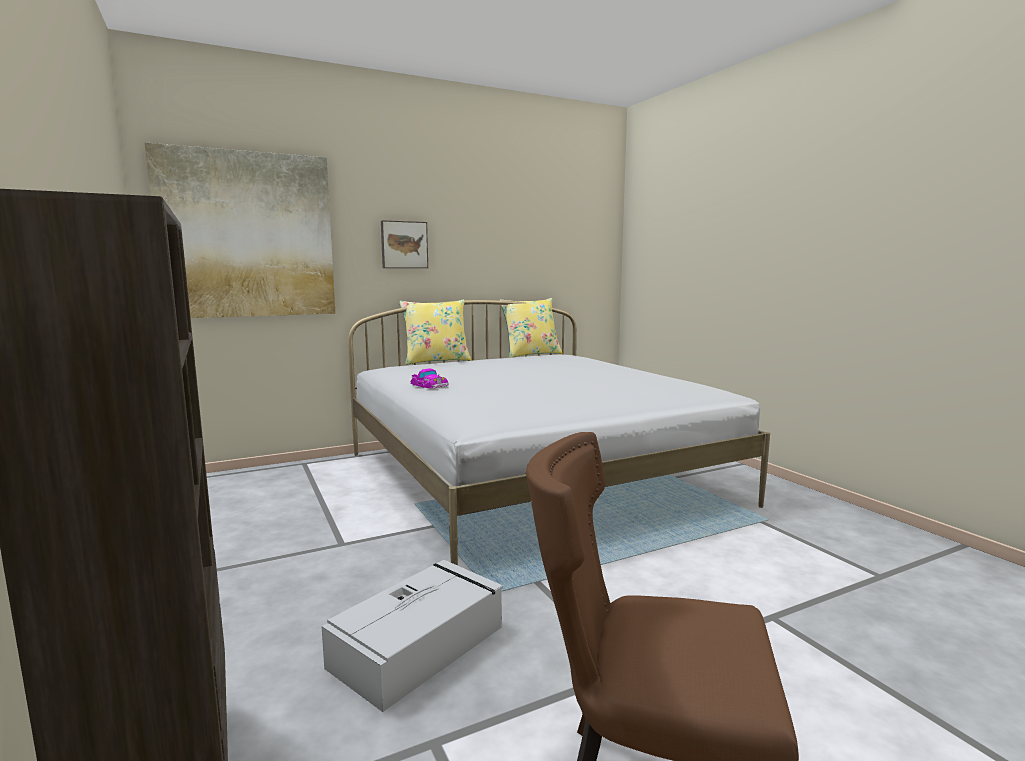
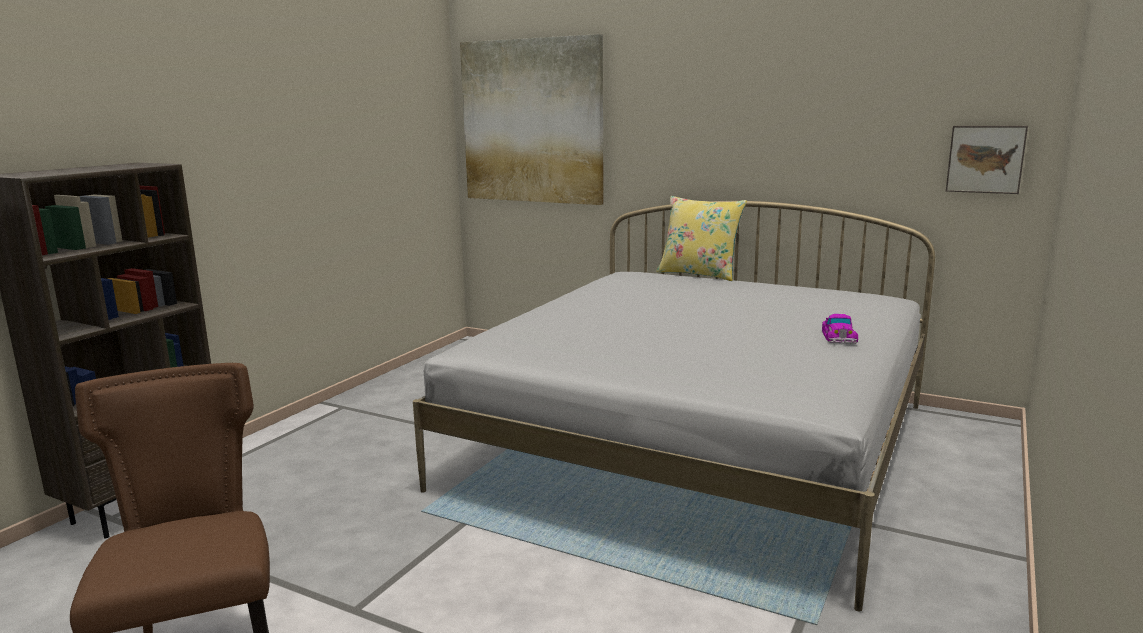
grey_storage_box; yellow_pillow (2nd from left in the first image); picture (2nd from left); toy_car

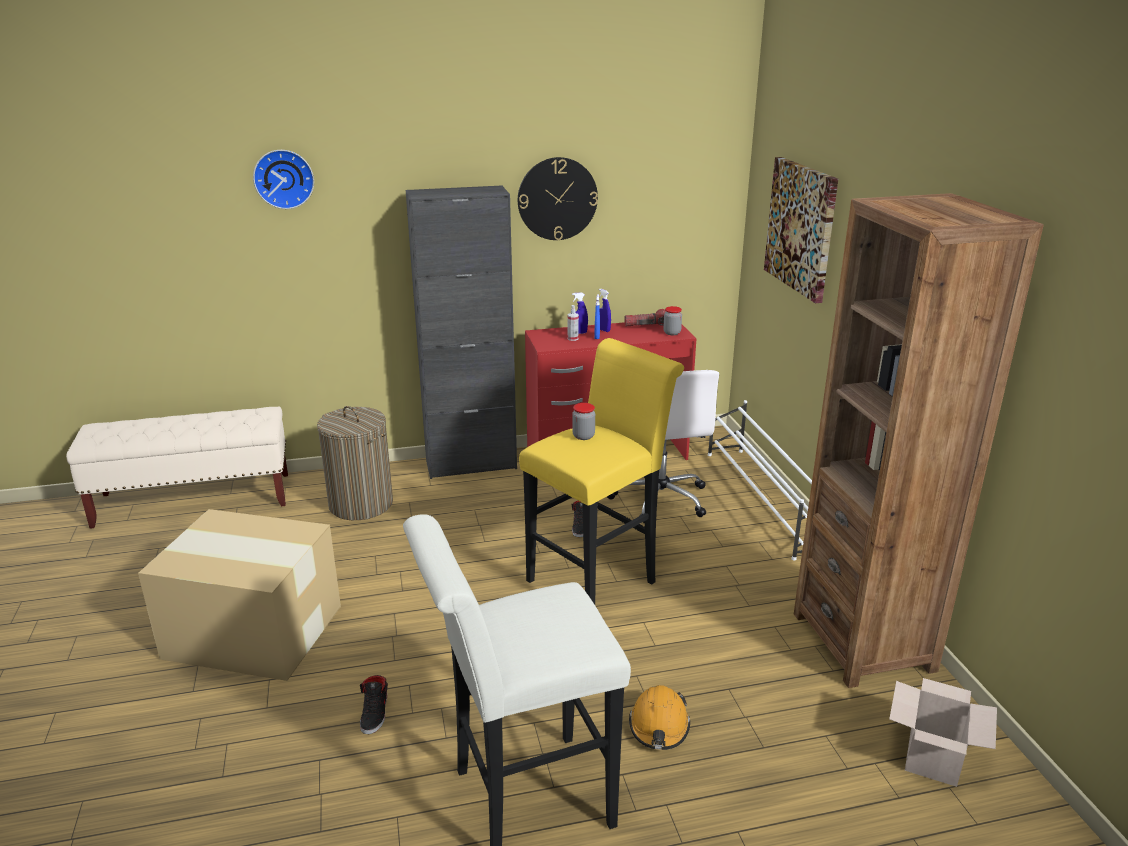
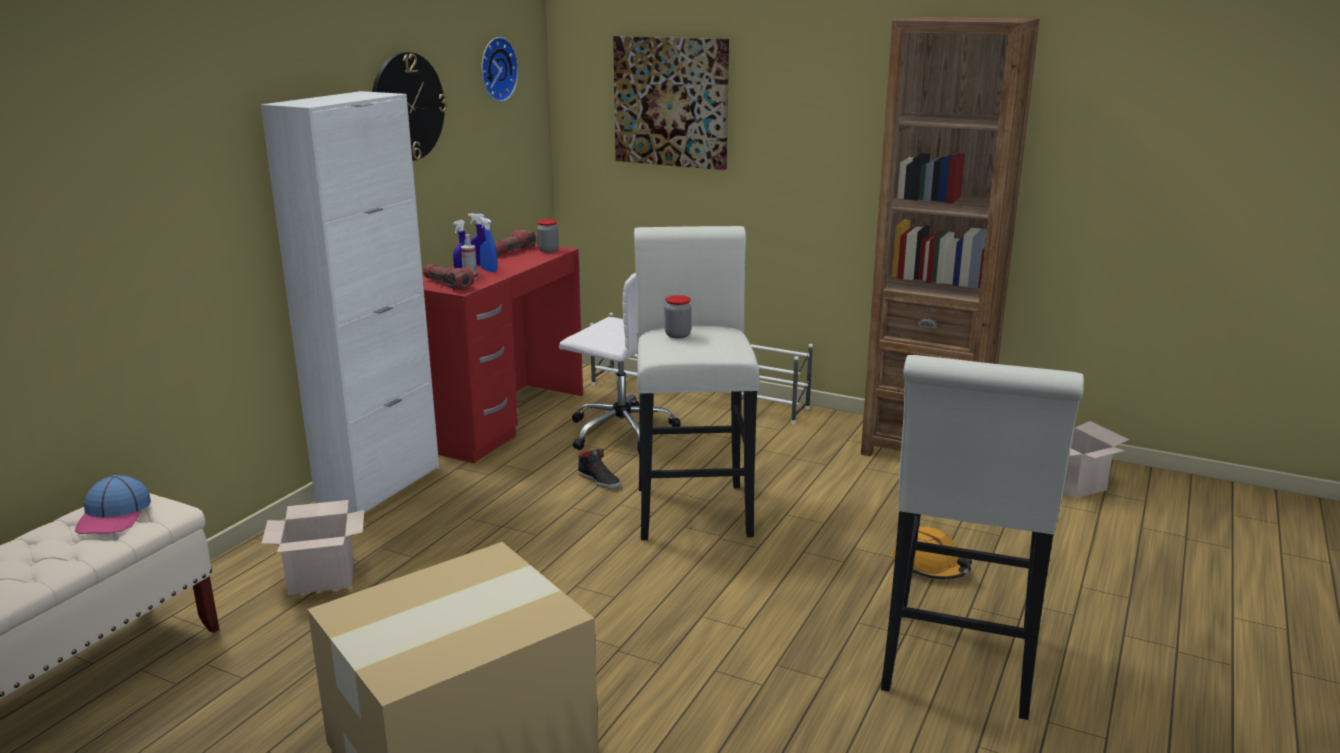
black_shoe (1st from left in the first image); cap; flashlight (1st from left); wall_clock (2nd from left); cardboard_box (1st from left); white_cabinet; white_stool (1st from left)

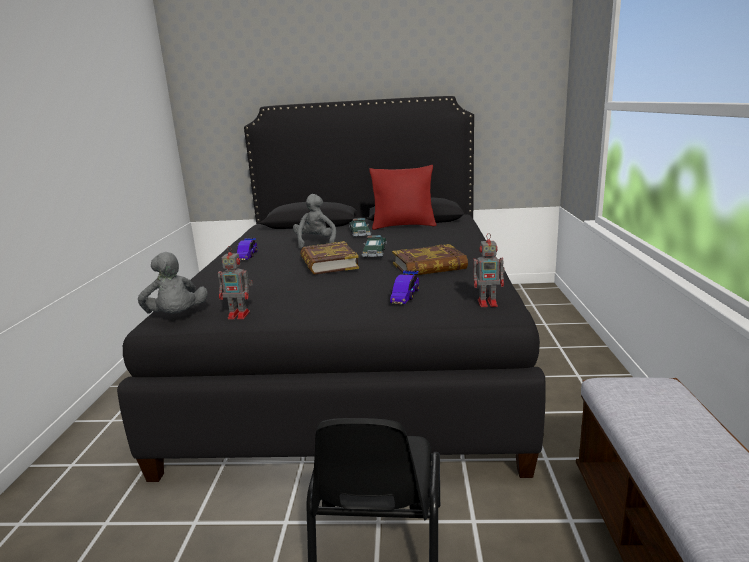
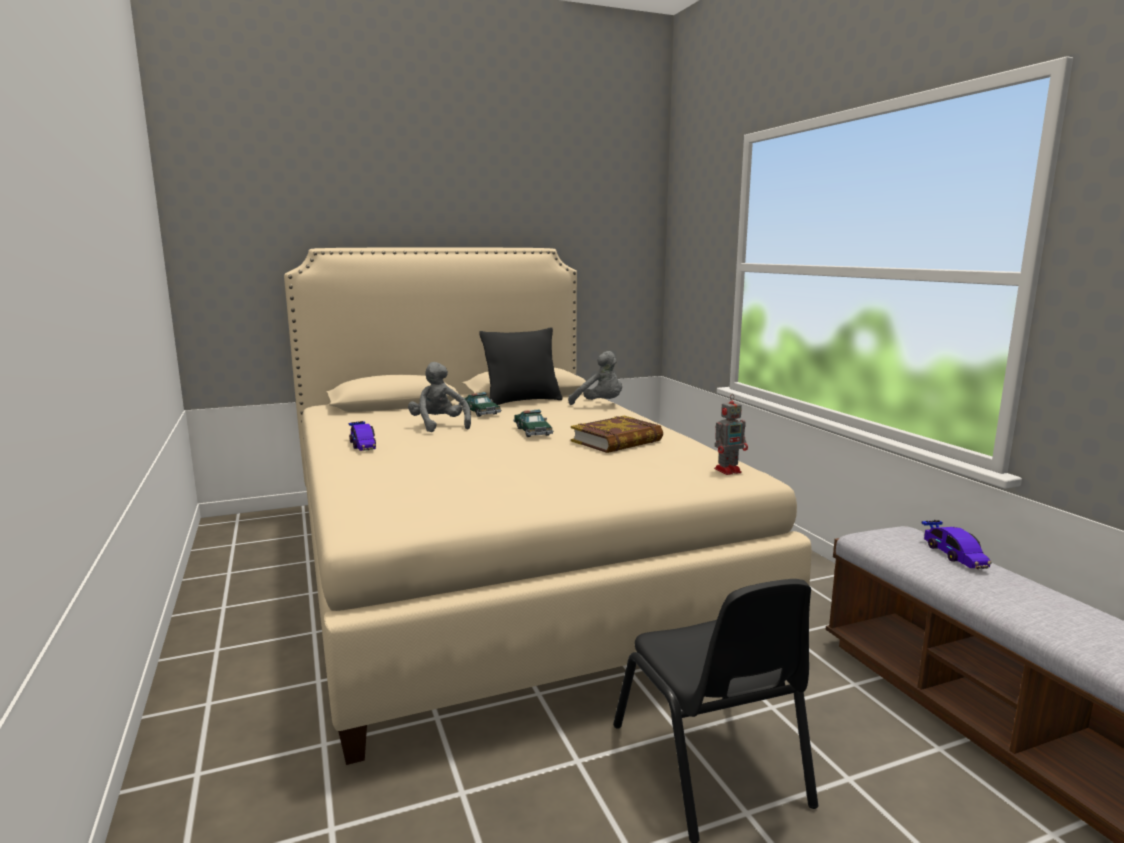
toy_robot (1st from left in the first image); book (1st from left in the first image); grey_plush_toy (2nd from left); toy_car (4th from left); beige_bed; black_pillow

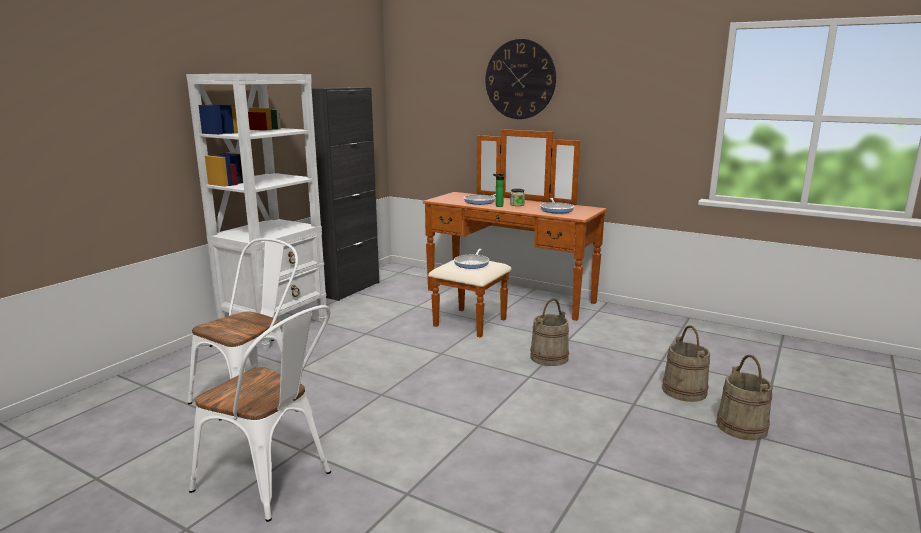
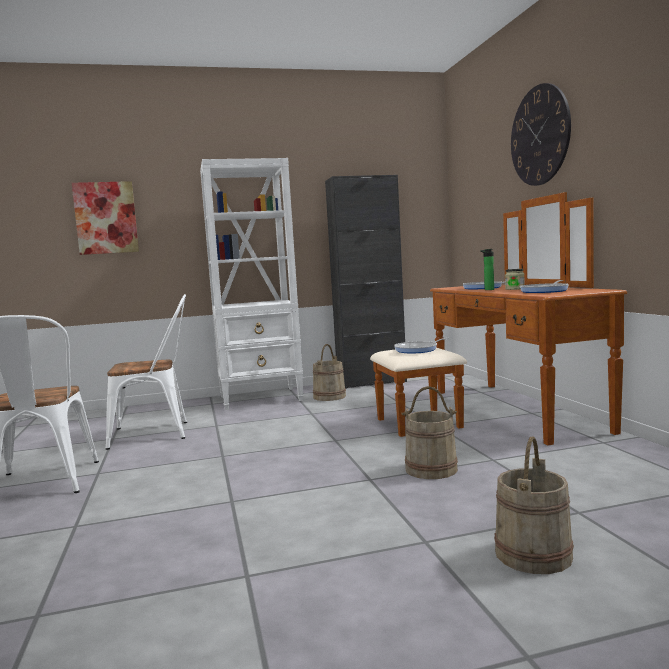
picture; beige_bucket (1st from left)

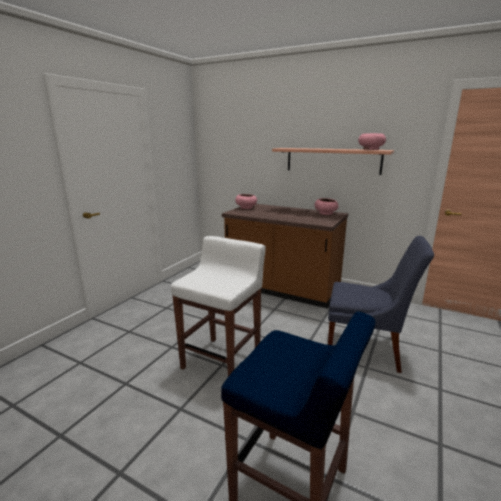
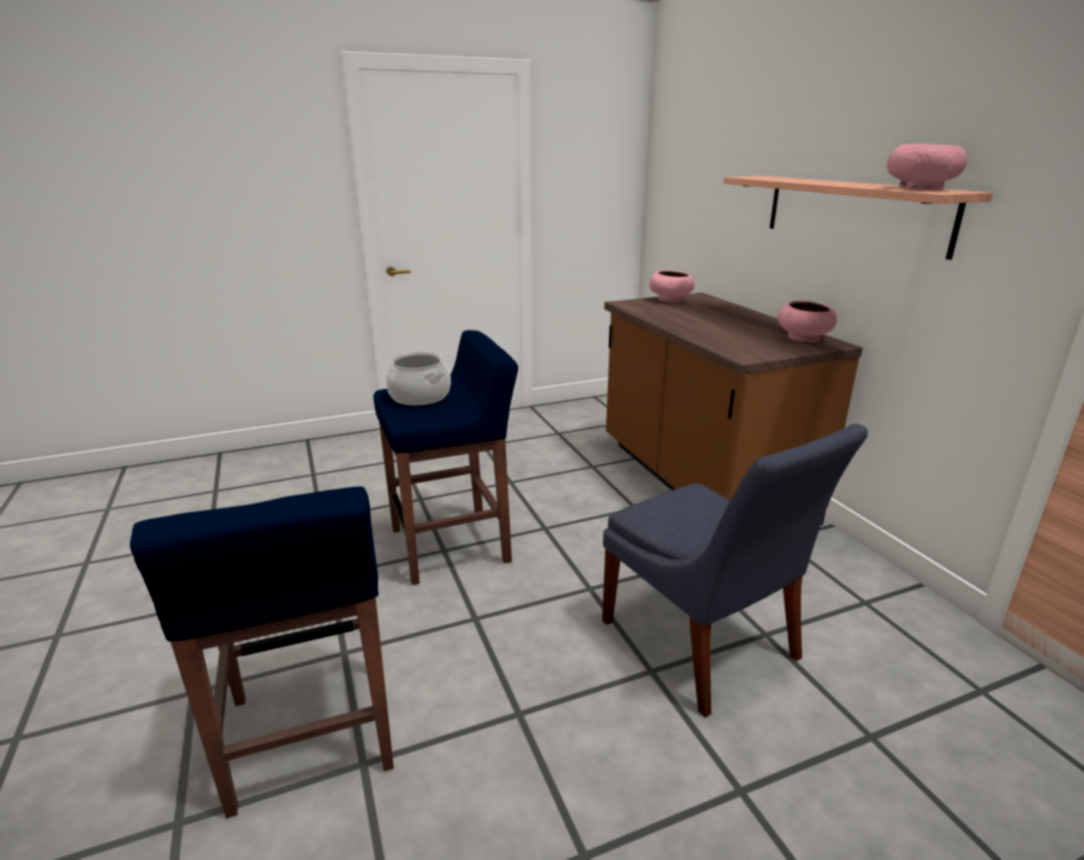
cooking_pot; blue_stool (2nd from left)

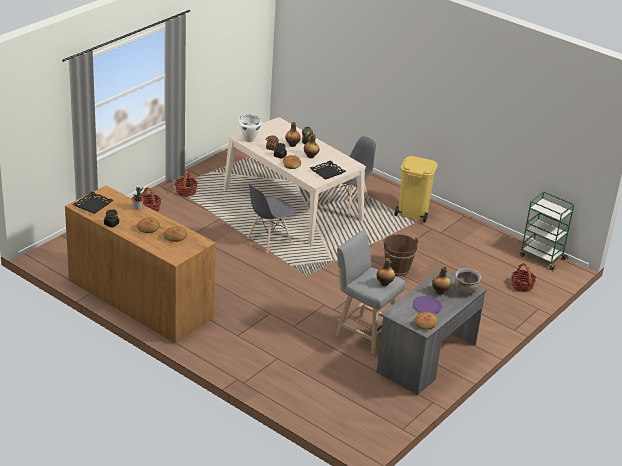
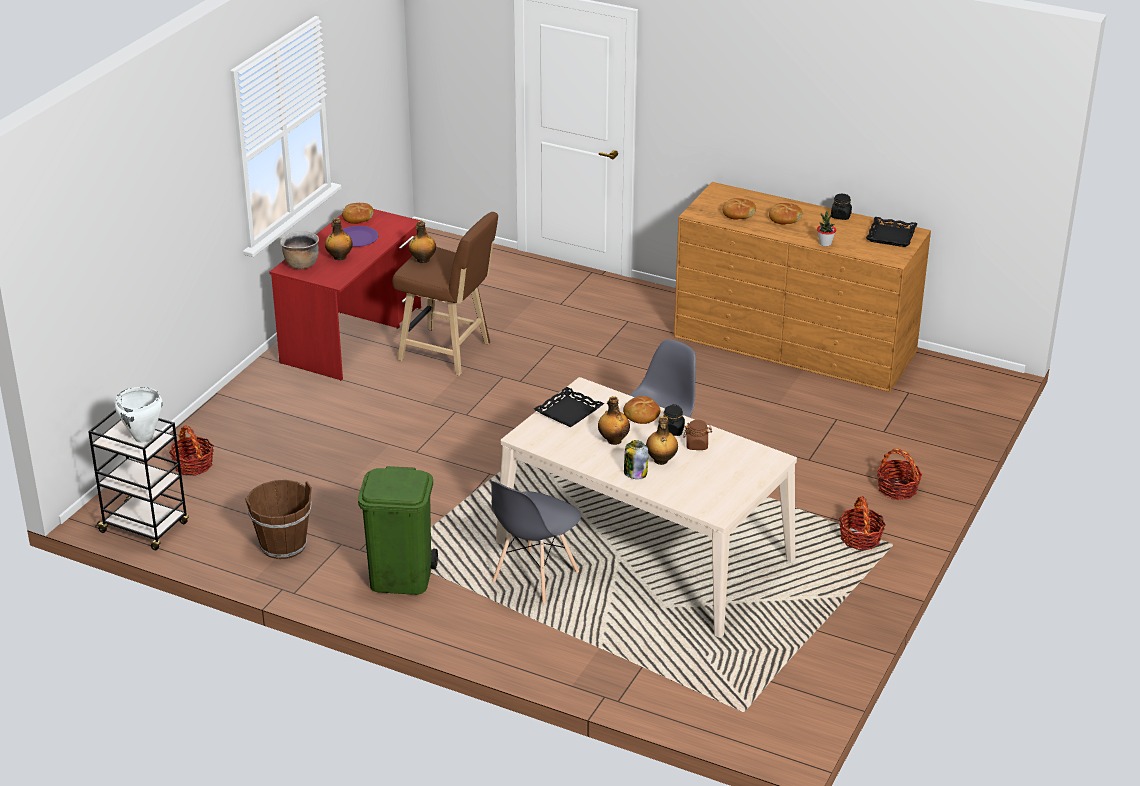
white_cooking_pot; brown_bucket; brown_stool; red_desk; green_trash_can; black_cart

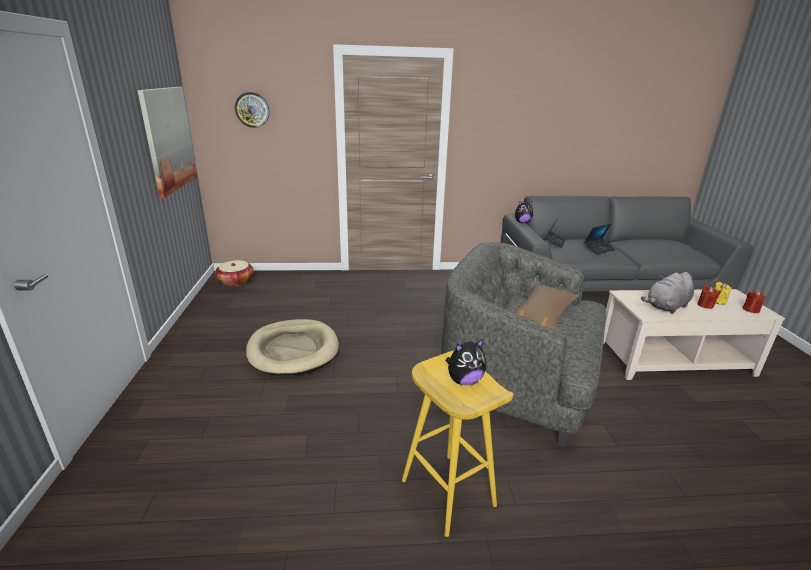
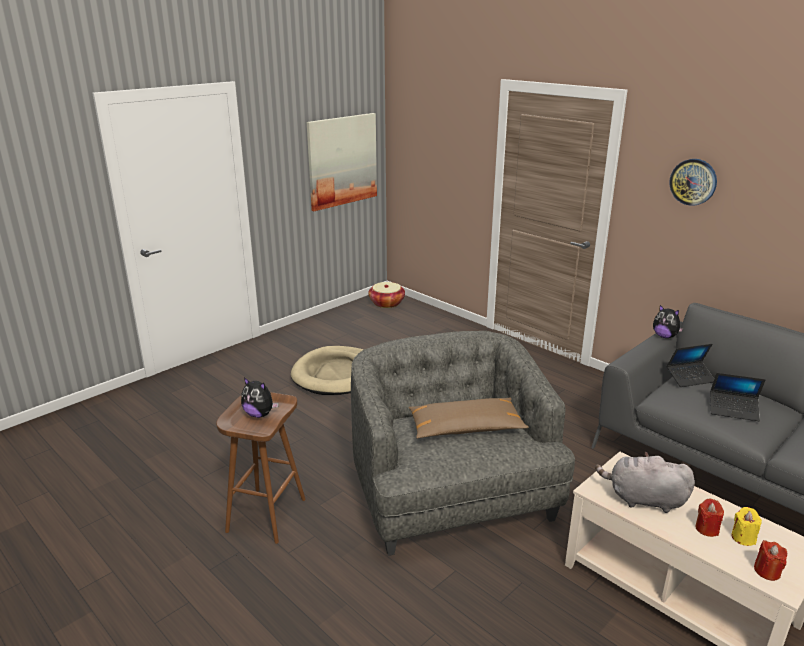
wall_clock; brown_stool

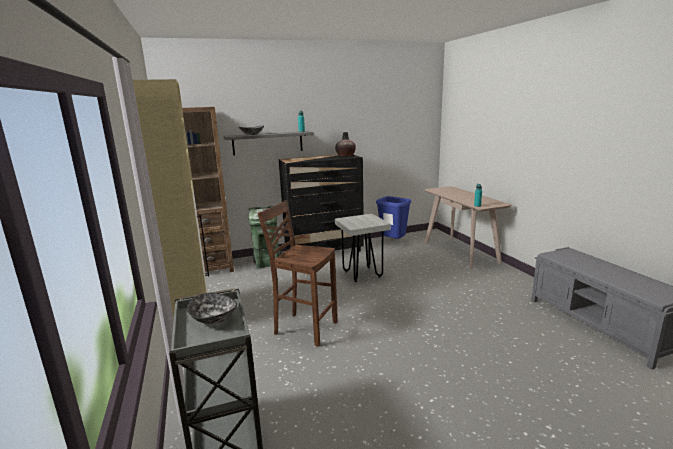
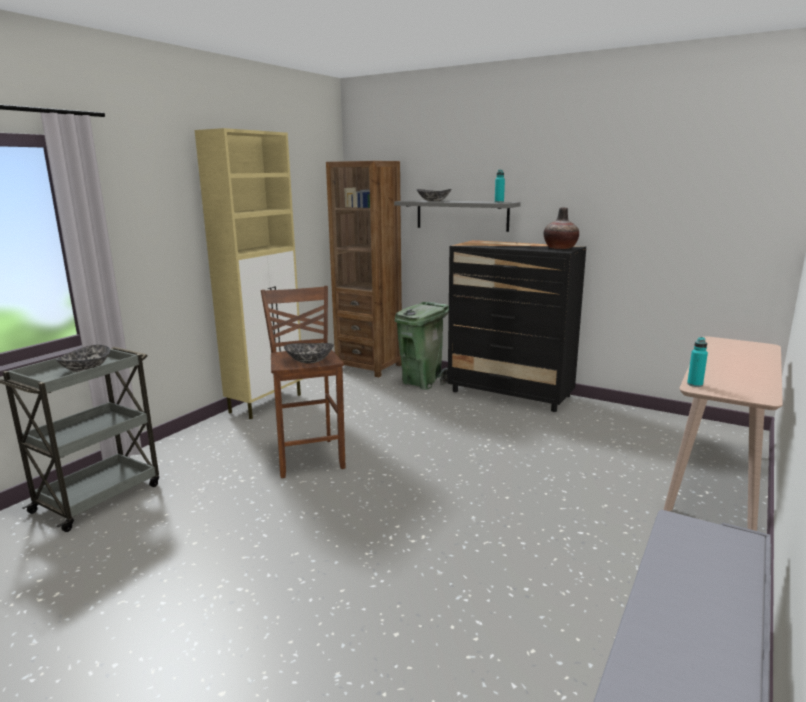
white_stool; blue_trash_can; bowl (2nd from left)

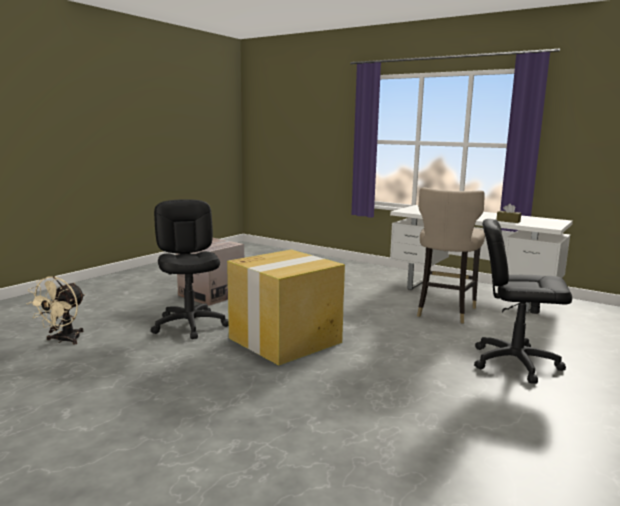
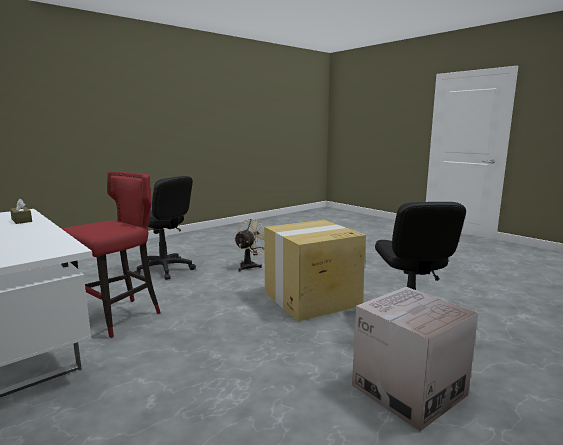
beige_fan; red_stool

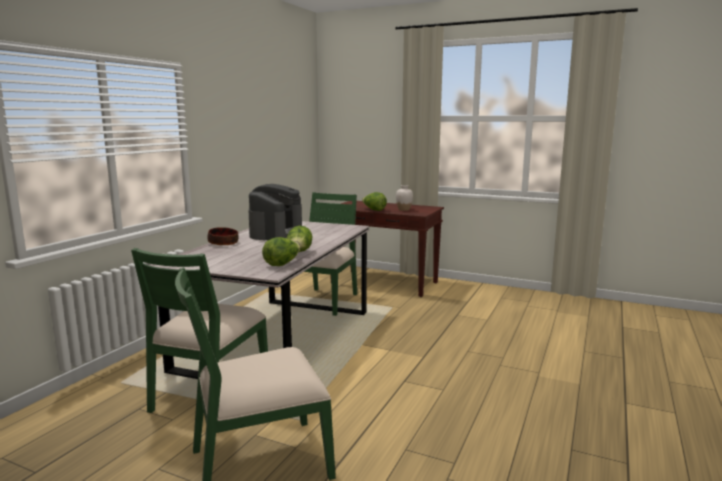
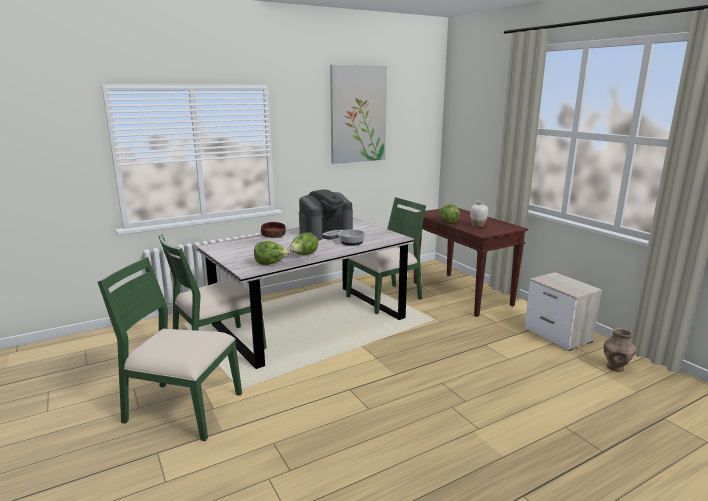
picture; bowl (2nd from left); nightstand; brown_vase

